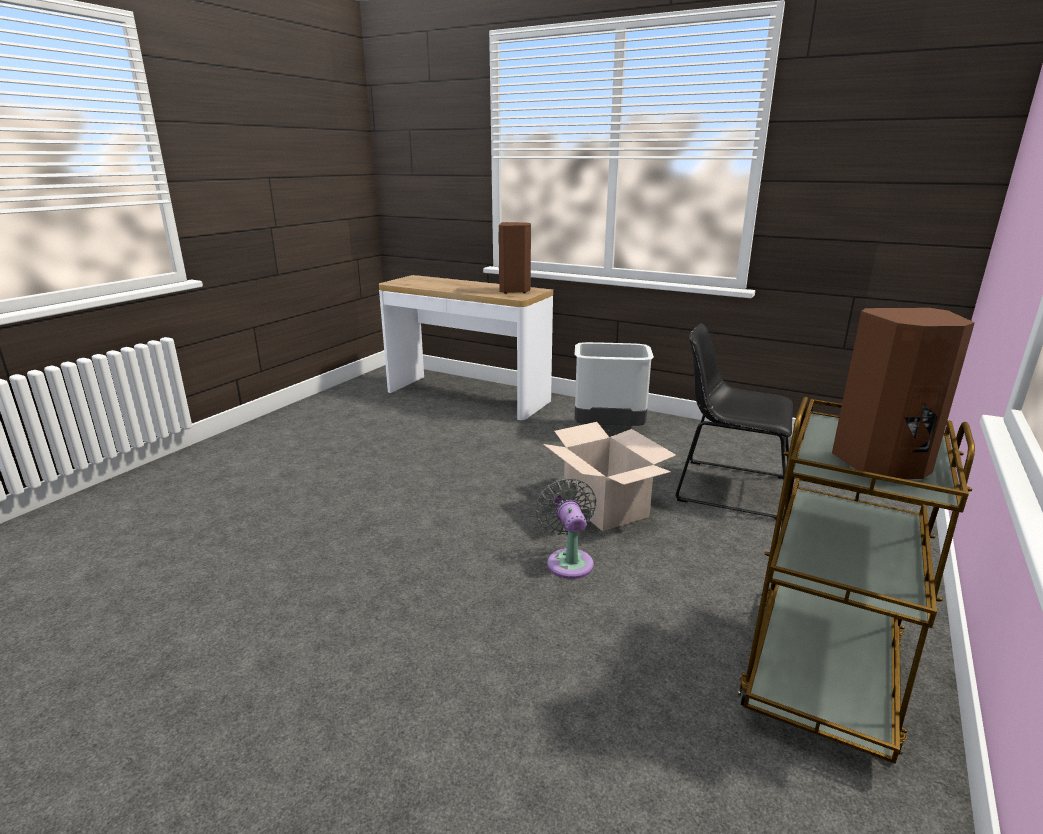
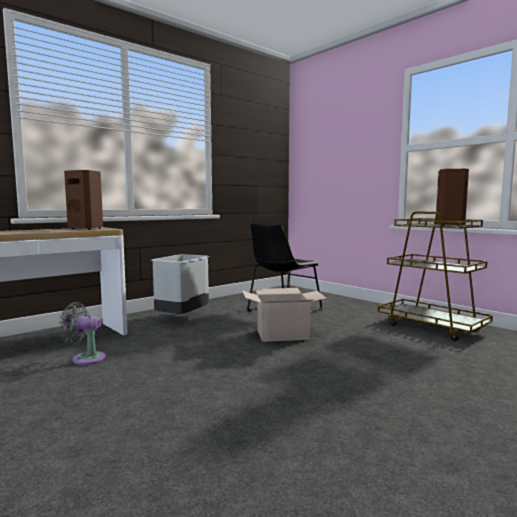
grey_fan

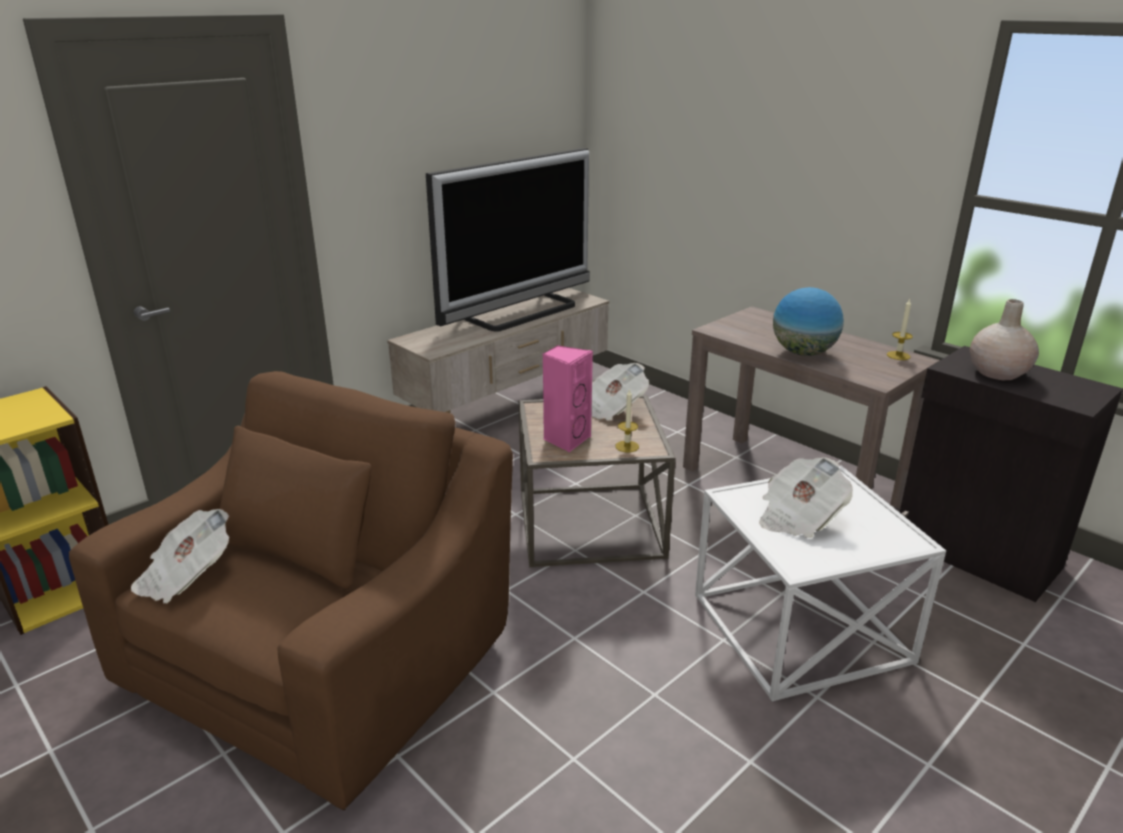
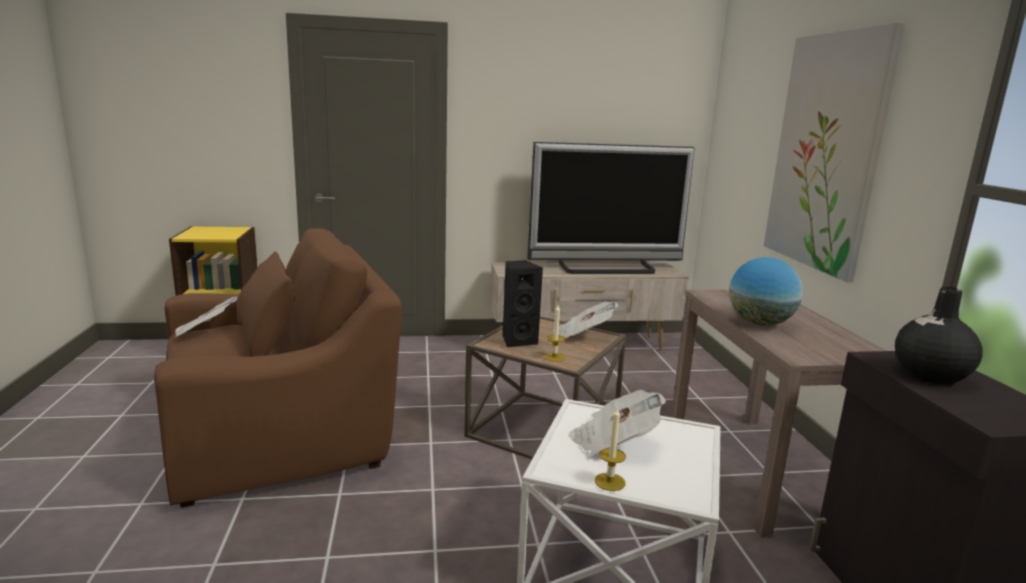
picture; candle (2nd from left); black_speaker; black_vase

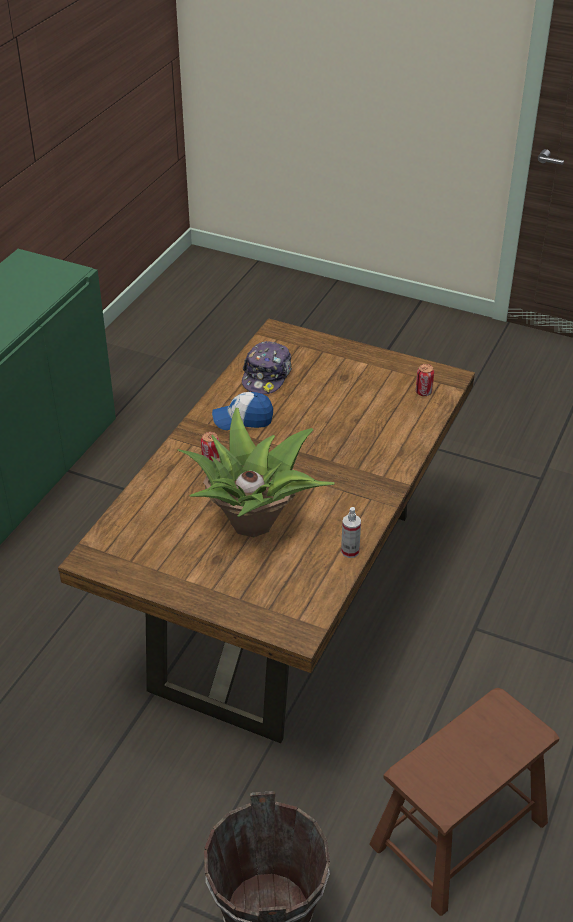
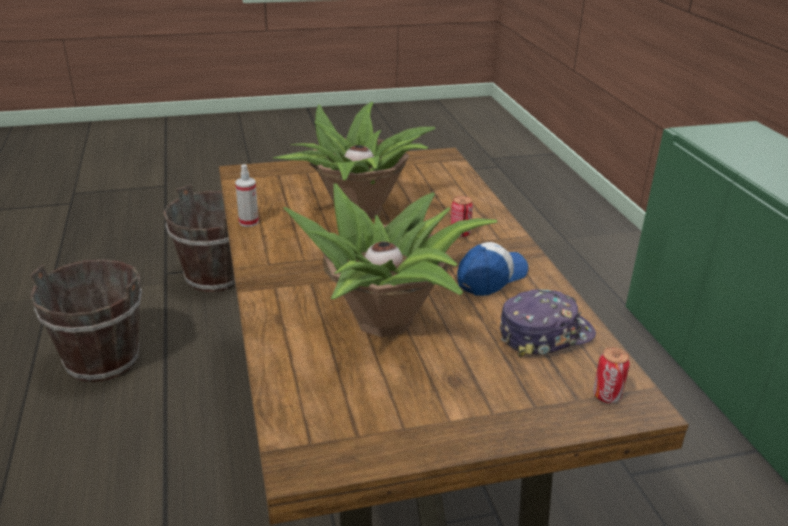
potted_plant (2nd from left); can (2nd from left); brown_bucket (1st from left); cap (2nd from left)

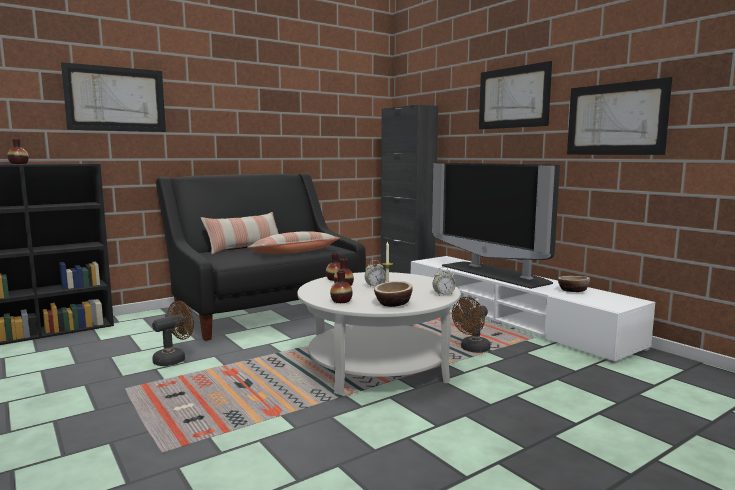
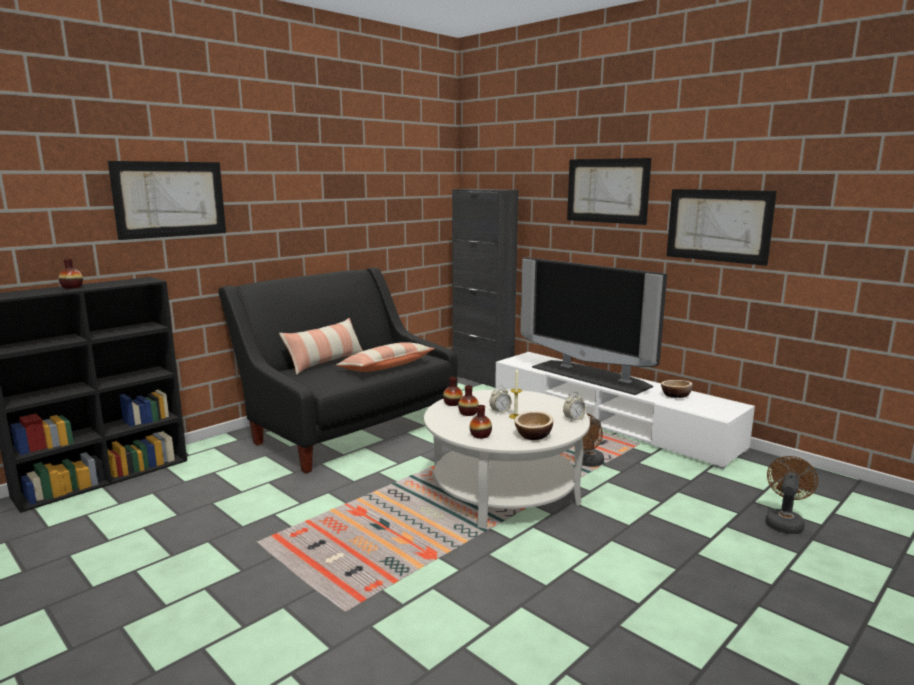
brown_fan (2nd from left)

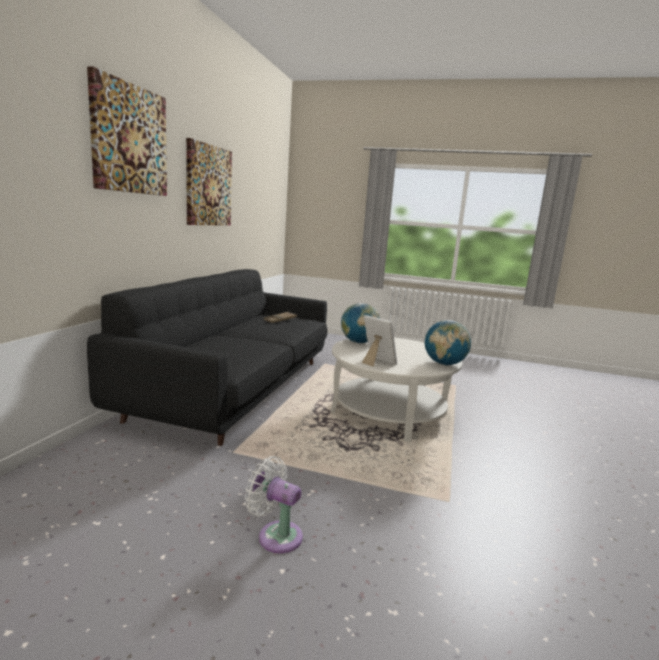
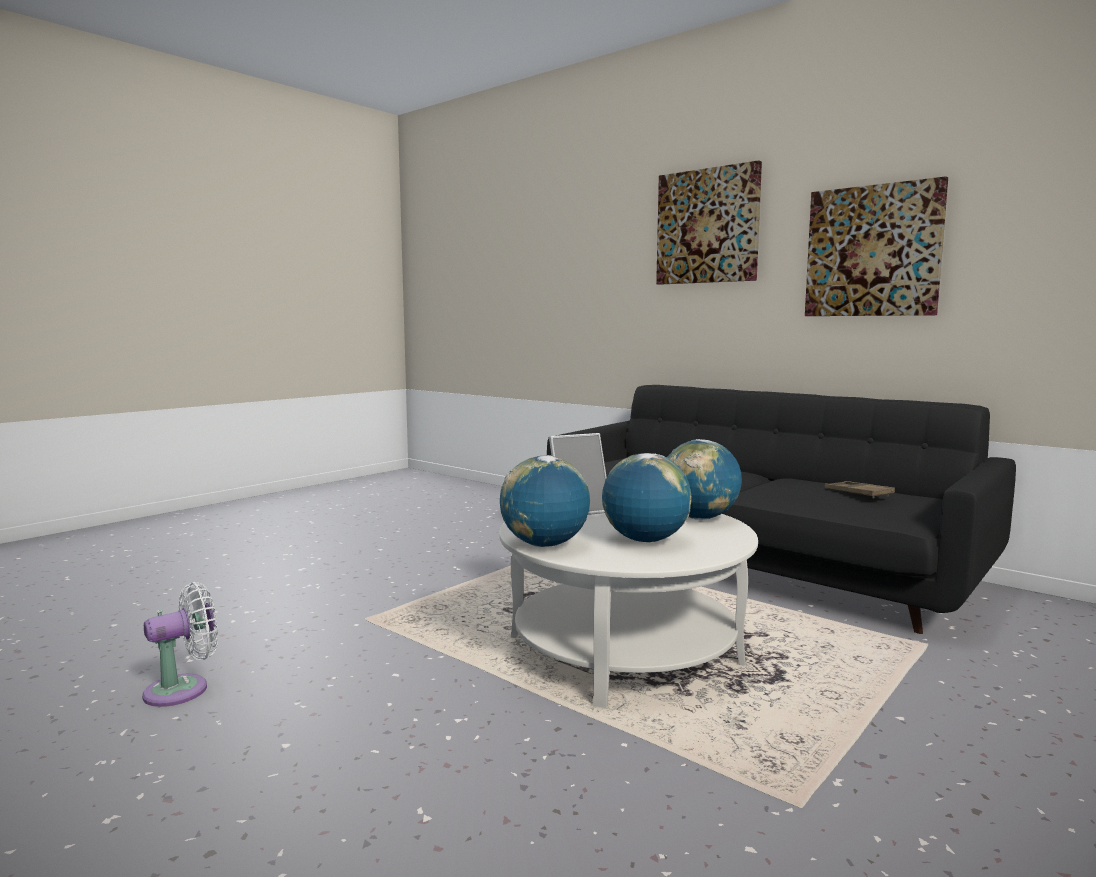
globe (2nd from left); white_fan

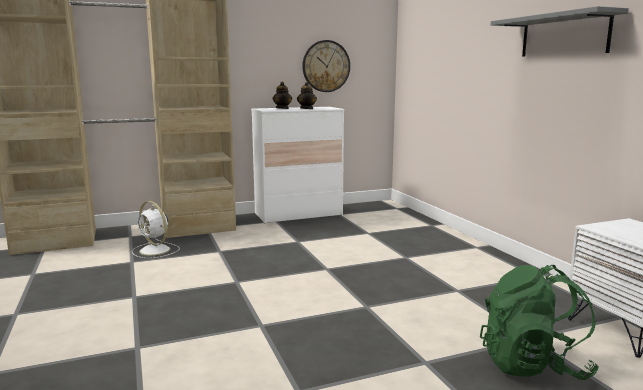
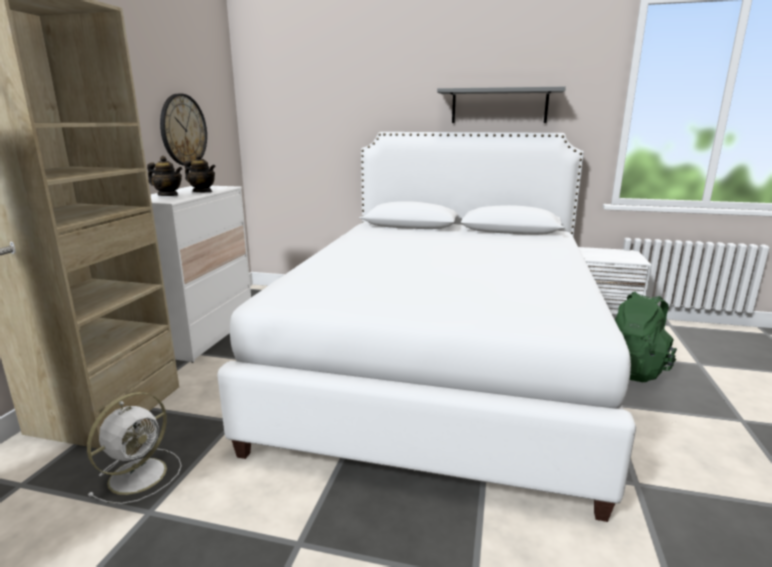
white_bed; white_fan

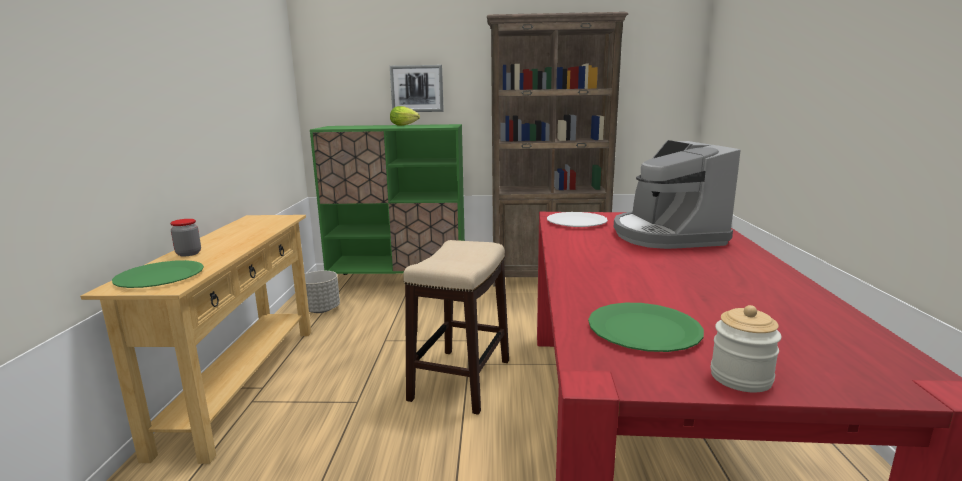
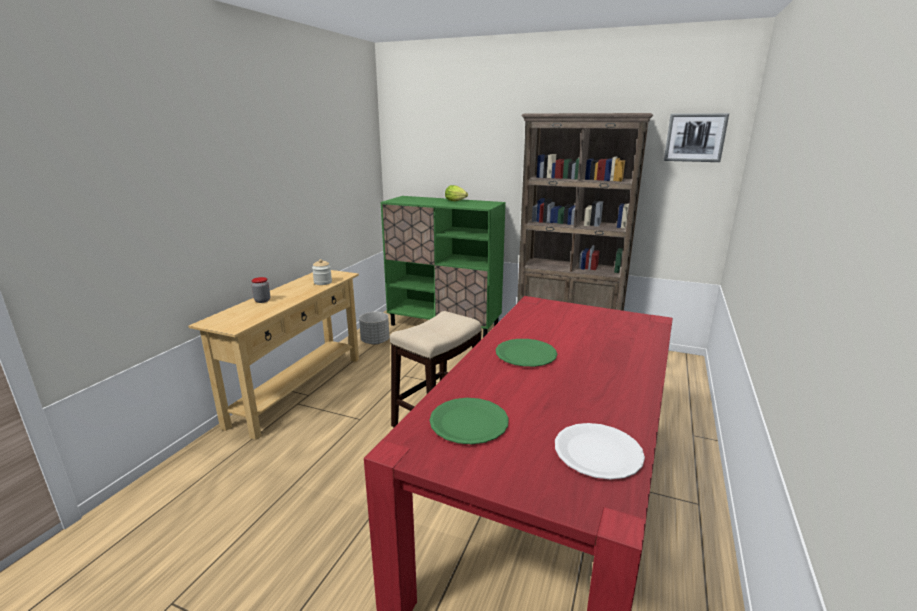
coffee_machine; green_plate (2nd from left); picture; white_plate; jar (2nd from left)

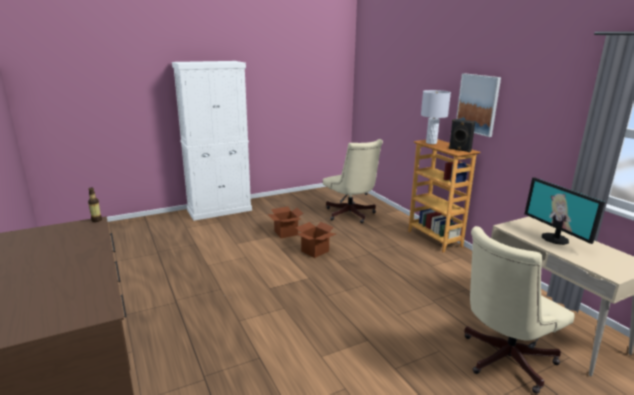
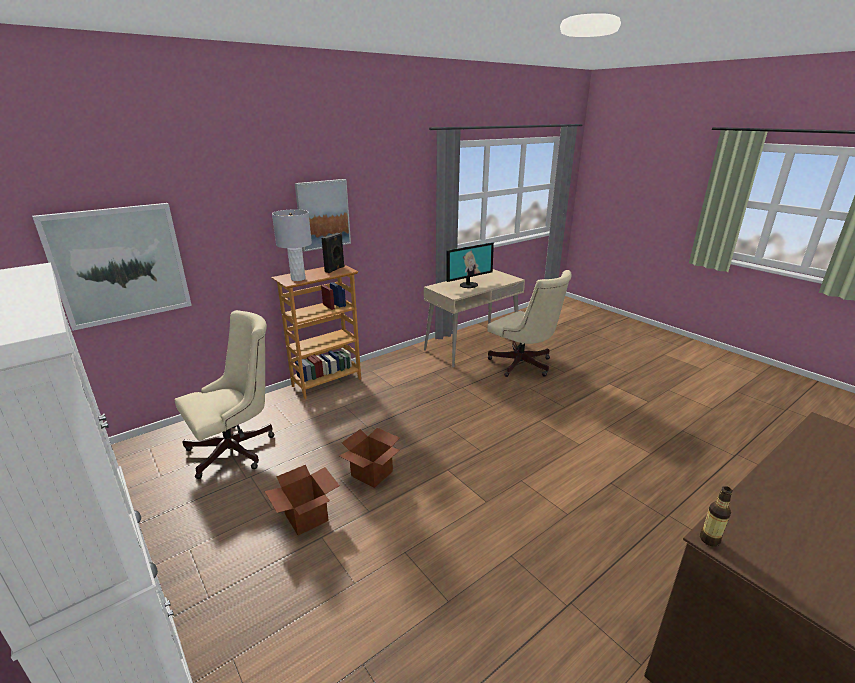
picture (1st from left)

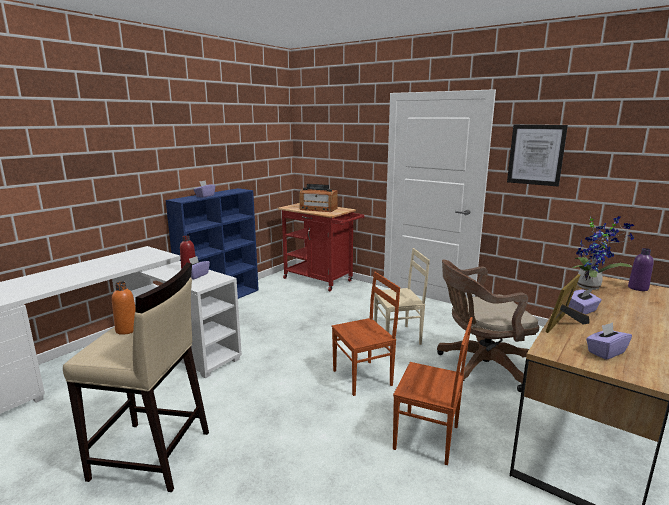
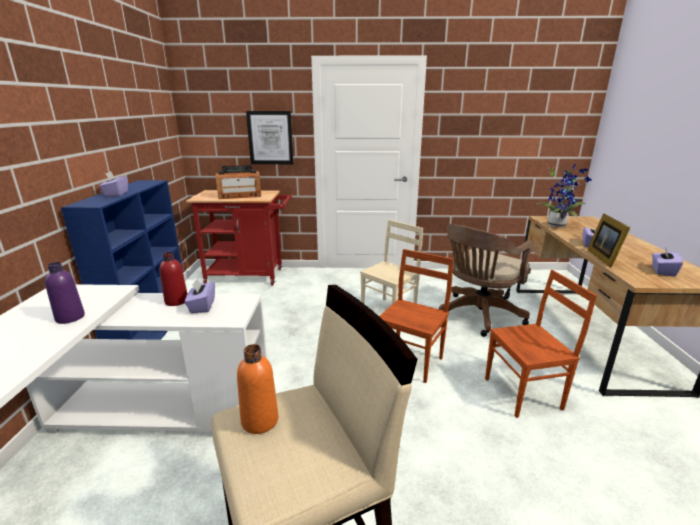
picture; purple_bottle

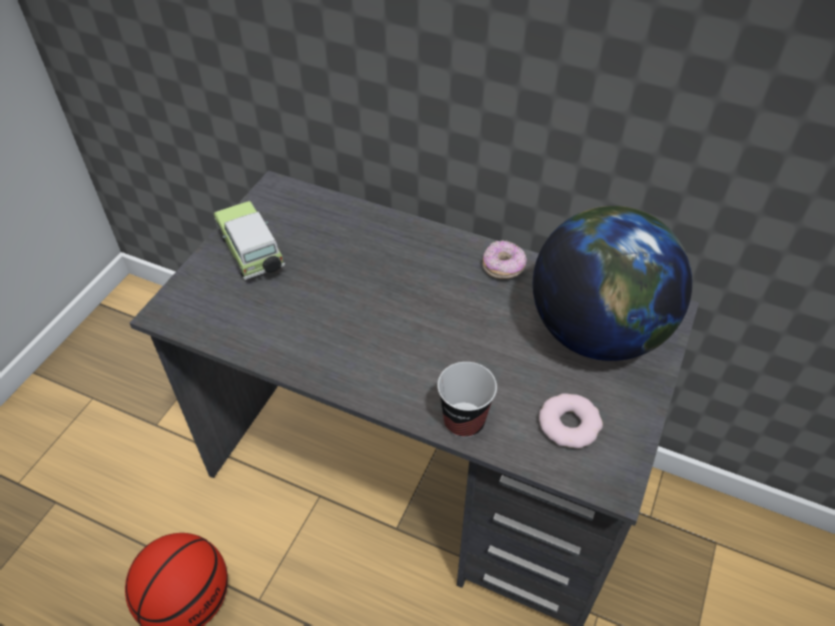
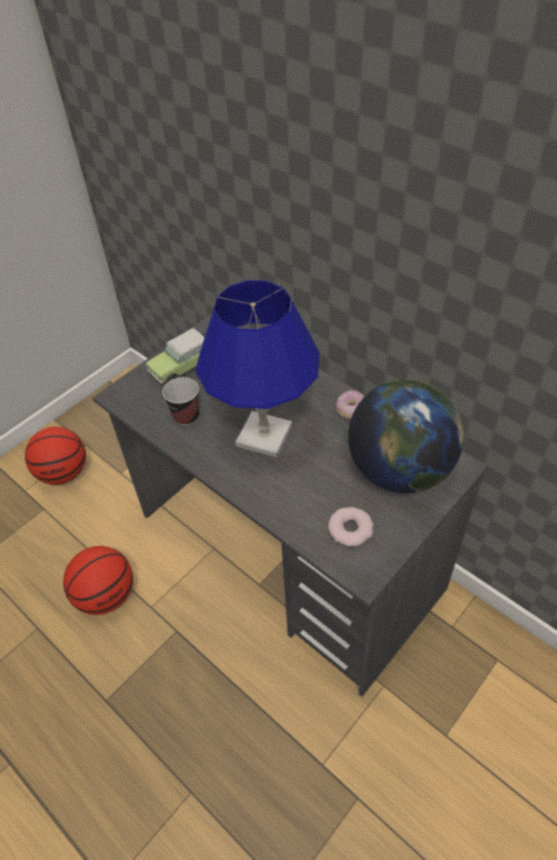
basketball (1st from left); blue_table_lamp; cup; toy_car

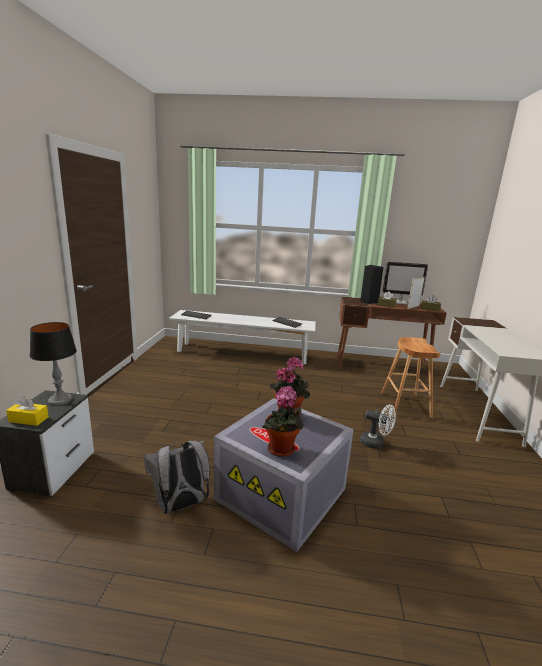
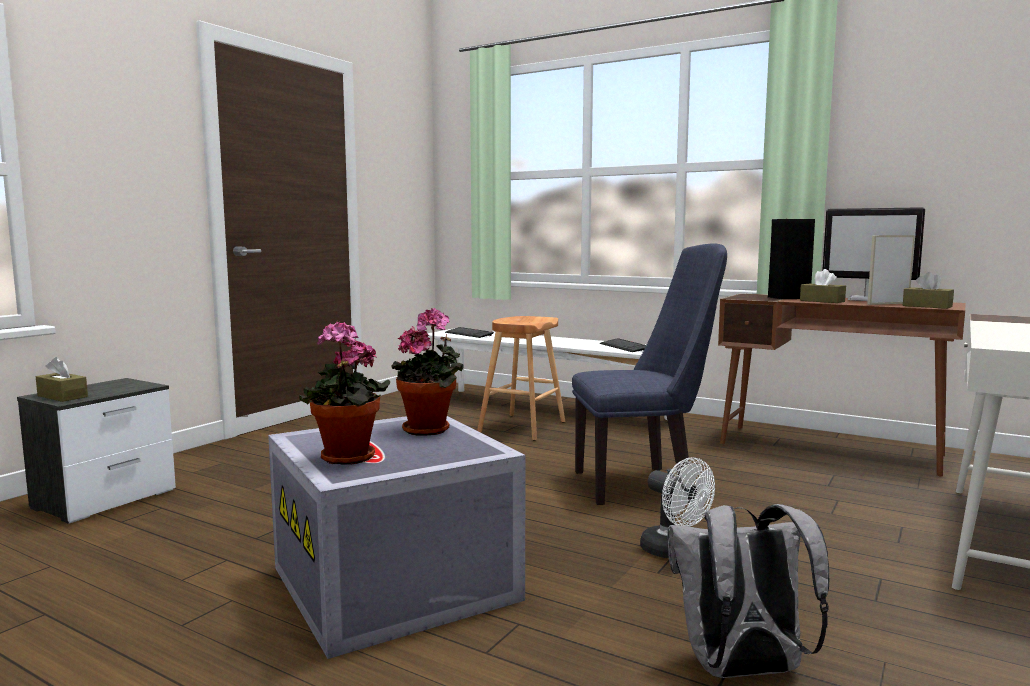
table_lamp; blue_chair; grey_backpack; brown_stool; brown_tissue_box (1st from left)

